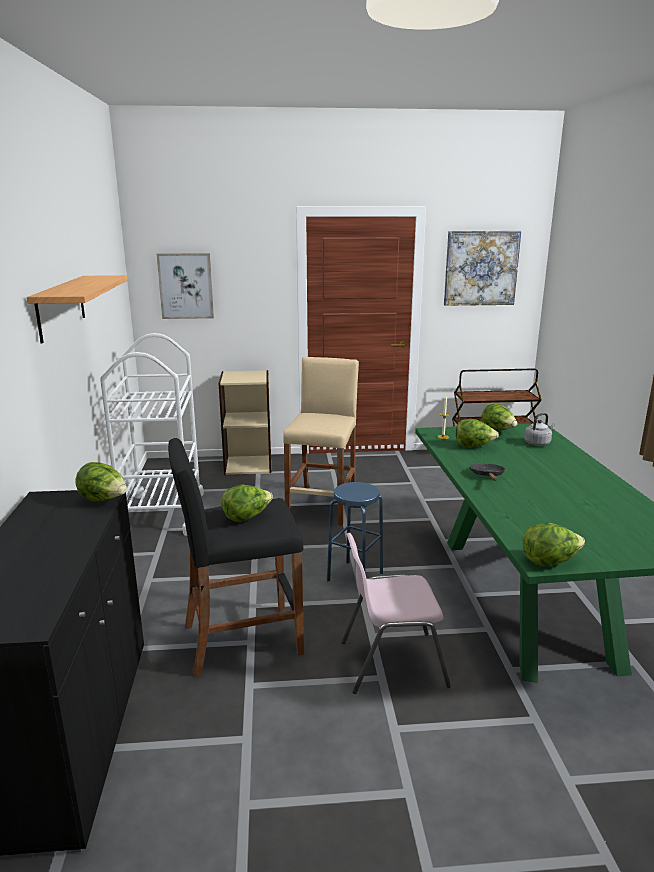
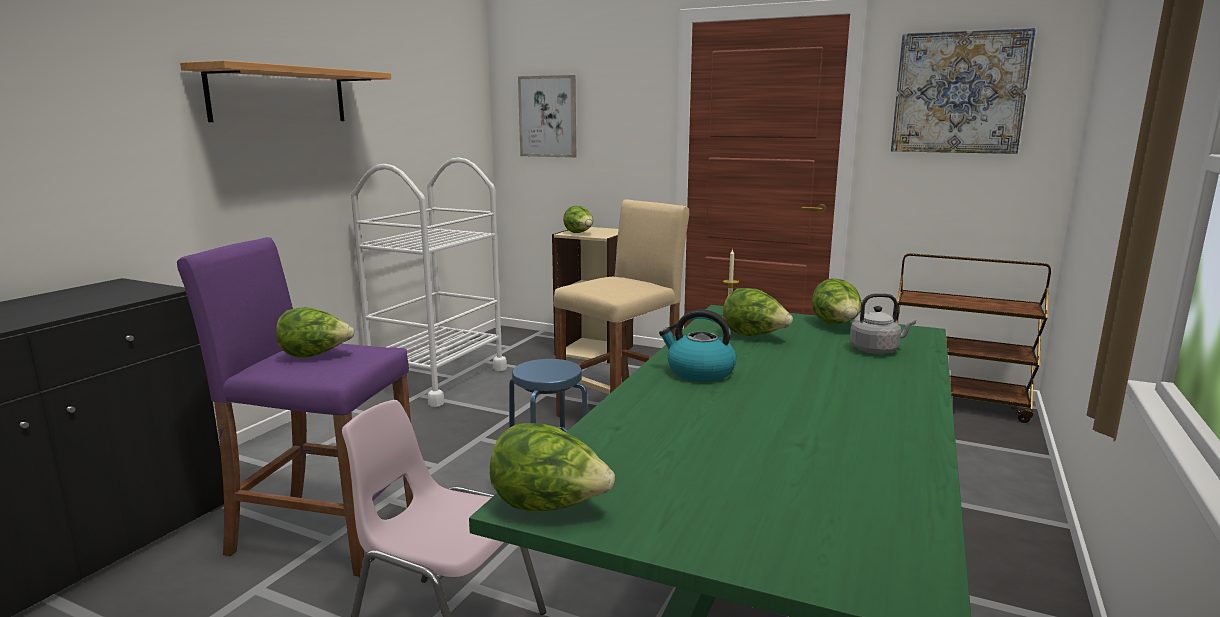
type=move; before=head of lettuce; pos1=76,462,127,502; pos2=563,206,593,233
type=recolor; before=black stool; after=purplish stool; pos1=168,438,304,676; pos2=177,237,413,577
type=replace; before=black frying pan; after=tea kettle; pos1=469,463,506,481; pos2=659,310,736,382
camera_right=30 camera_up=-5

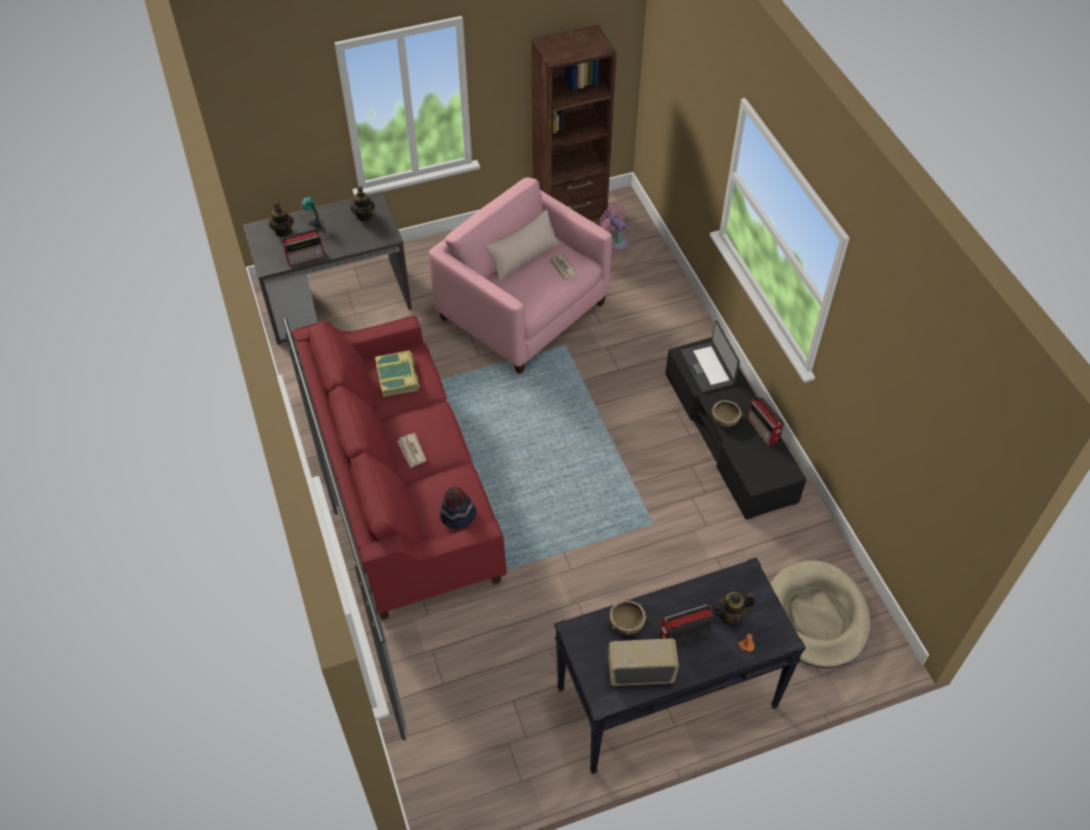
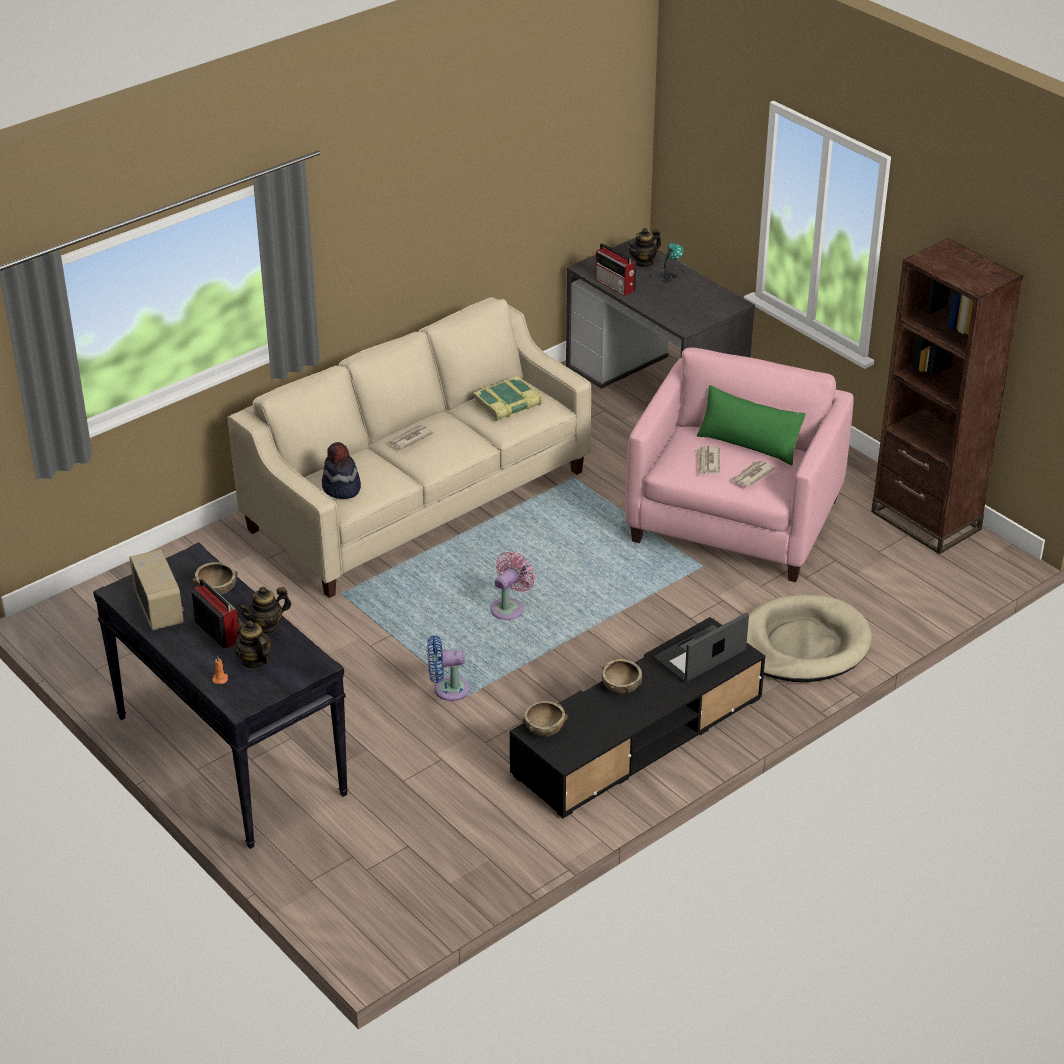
type=recolor; before=red-coloured sofa; after=sand-coloured sofa; pos1=292,316,507,620; pos2=228,297,591,598
type=move; before=tea pot; pos1=350,186,375,221; pos2=238,587,291,634
type=recolor; before=sand-coloured cushion; after=green cushion; pos1=485,209,560,282; pos2=697,385,806,465
type=move; before=pink cooling fan; pos1=599,204,628,251; pos2=490,551,535,620
type=delete; before=radio receiver; pos1=747,396,784,446
type=move; before=sand-coloured dog bed; pos1=770,560,870,668; pos2=747,594,872,682
type=insert; after=blue-coloured cooling fan; pos2=427,636,470,701
type=insert; after=brown-coloured deep dish; pos2=522,701,568,736
type=insert; after=newspaper; pos2=697,446,720,474
camera_right=70 camera_up=-15

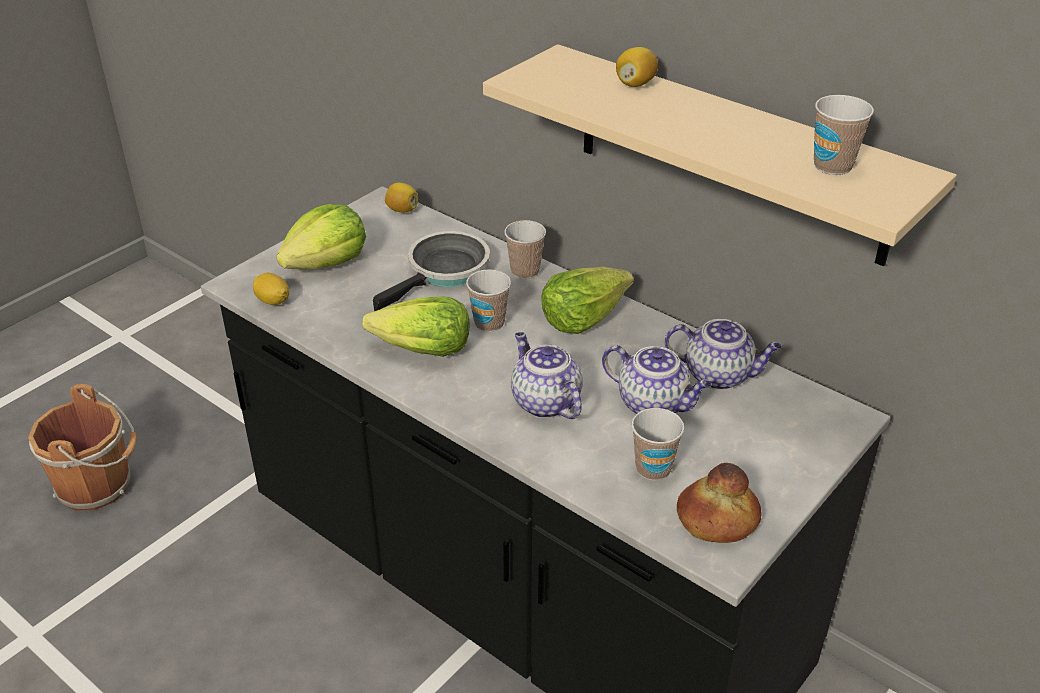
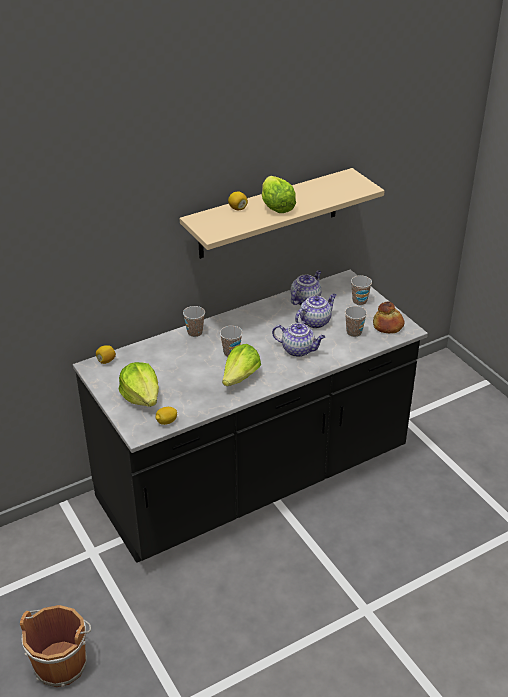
type=delete; before=frying pan; pos1=373,231,490,311
type=rotate; before=tea pot; pos1=511,332,583,419; pos2=272,323,325,357; turn=-150
type=move; before=head of lettuce; pos1=541,267,634,334; pos2=262,176,296,213
type=move; before=cup; pos1=814,95,874,175; pos2=351,275,372,305
camera_right=-70 camera_up=0

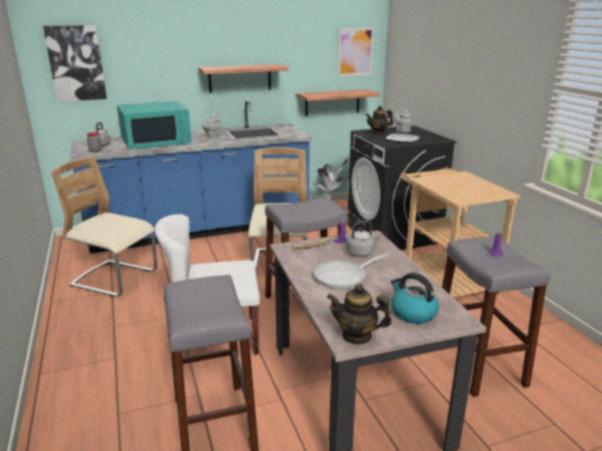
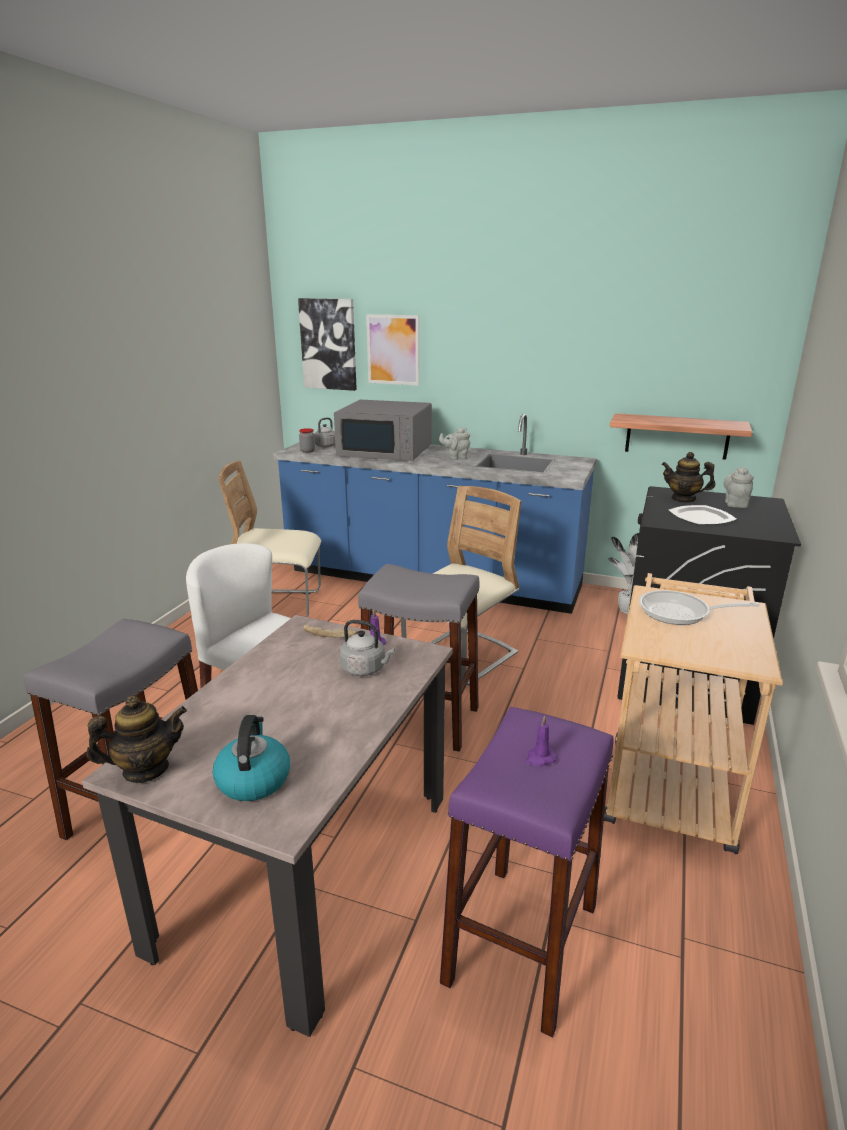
type=rotate; before=sand-coloured plain chair; pos1=52,157,157,297; pos2=218,461,321,617; turn=-60
type=recolor; before=turquoise-coloured microwave oven; after=gray microwave oven; pos1=117,101,192,149; pos2=334,400,432,461
type=delete; before=wall shelf; pos1=198,64,288,93
type=move; before=frying pan; pos1=314,253,388,289; pos2=639,590,760,625
type=rotate; before=tea pot; pos1=327,284,392,345; pos2=87,696,187,783; turn=105
type=move; before=wall picture; pos1=338,28,374,76; pos2=366,314,419,386
type=recolor; before=gray stool; after=purplish stool; pos1=442,236,550,397; pos2=440,707,614,1038
camera_right=40 camera_up=0

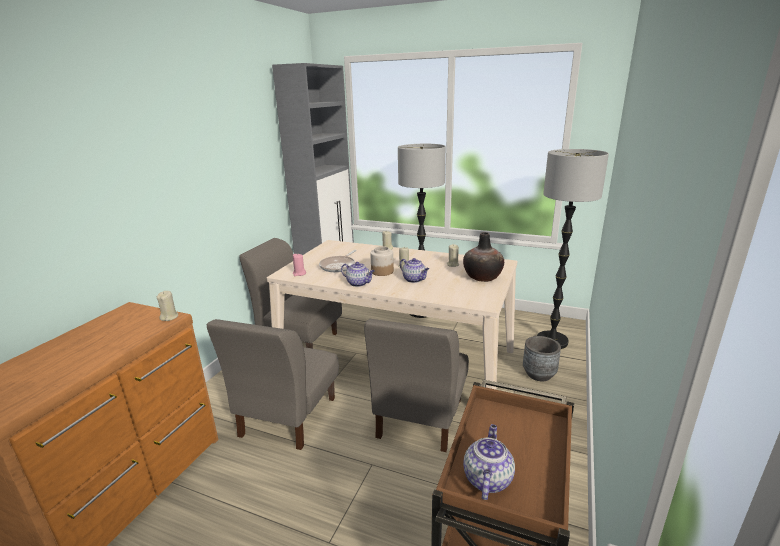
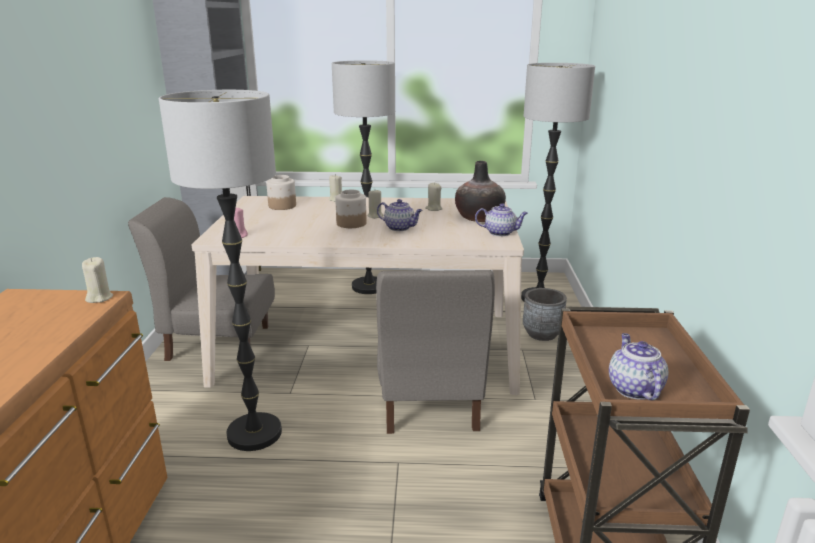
type=replace; before=gray plain chair; after=standard lamp; pos1=207,319,339,450; pos2=159,90,282,451
type=delete; before=frying pan; pos1=319,250,357,272
type=move; before=tea pot; pos1=341,262,375,287; pos2=475,203,528,236
type=insert; after=preserve jar; pos2=266,175,296,210
camera_right=-20 camera_up=0

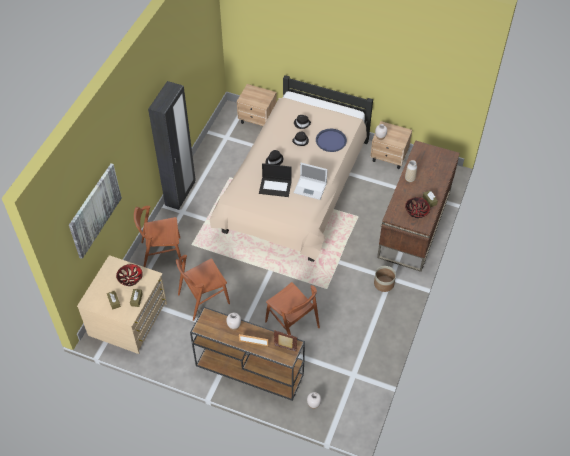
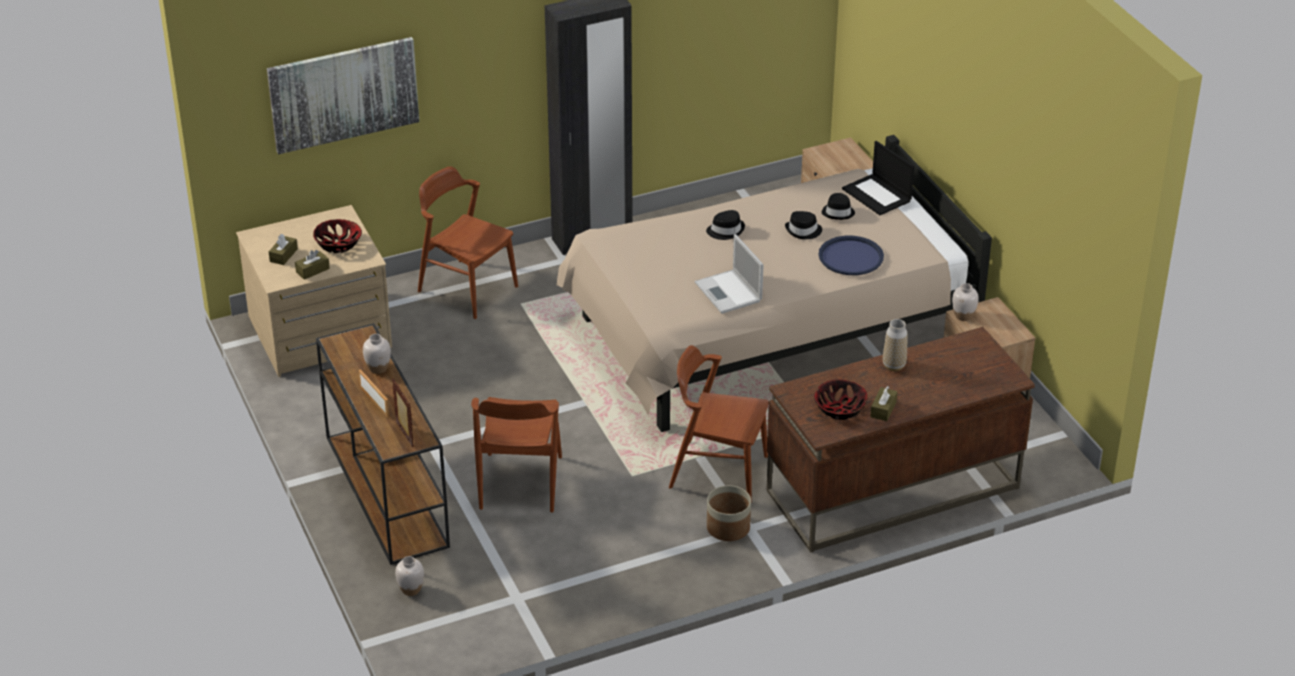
type=move; before=brown-coloured plain chair; pos1=176,255,230,321; pos2=669,345,769,503
type=move; before=portable computer; pos1=259,163,292,197; pos2=842,141,914,215
camera_right=45 camera_up=-15

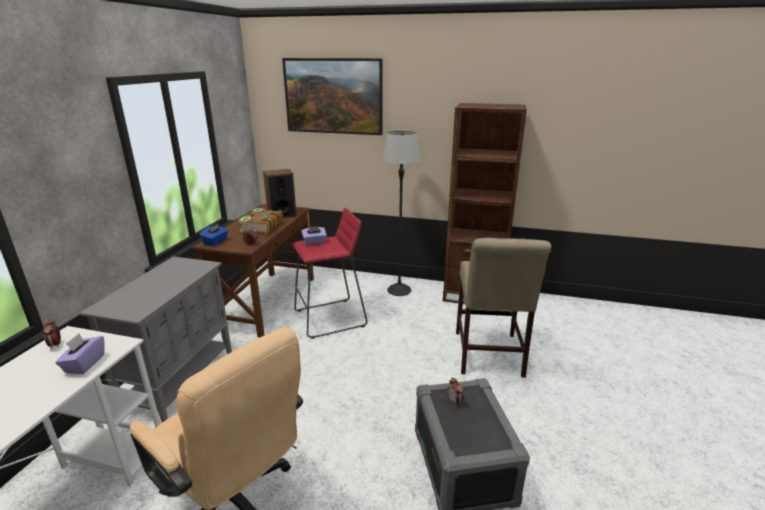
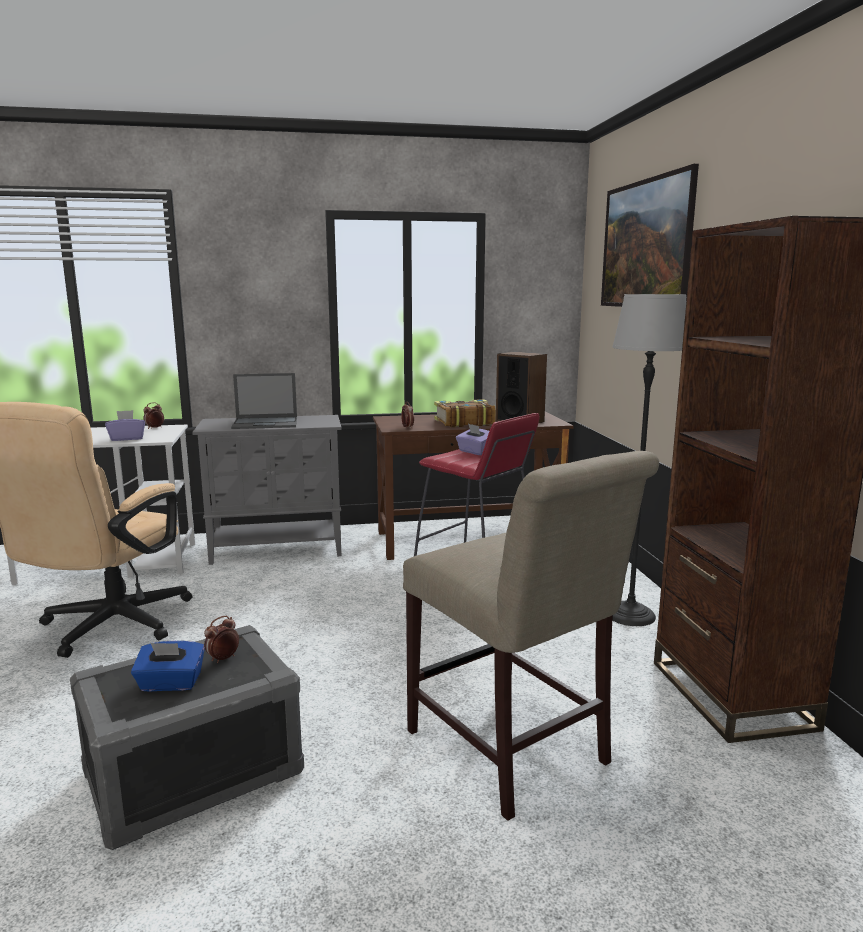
type=move; before=blue-coloured tissue box; pos1=200,223,228,246; pos2=131,641,205,691
type=rotate; before=sand-coloured plain chair; pos1=456,238,551,378; pos2=403,451,659,821; turn=-105
type=insert; after=portable computer; pos2=231,373,297,429
camera_right=65 camera_up=-10

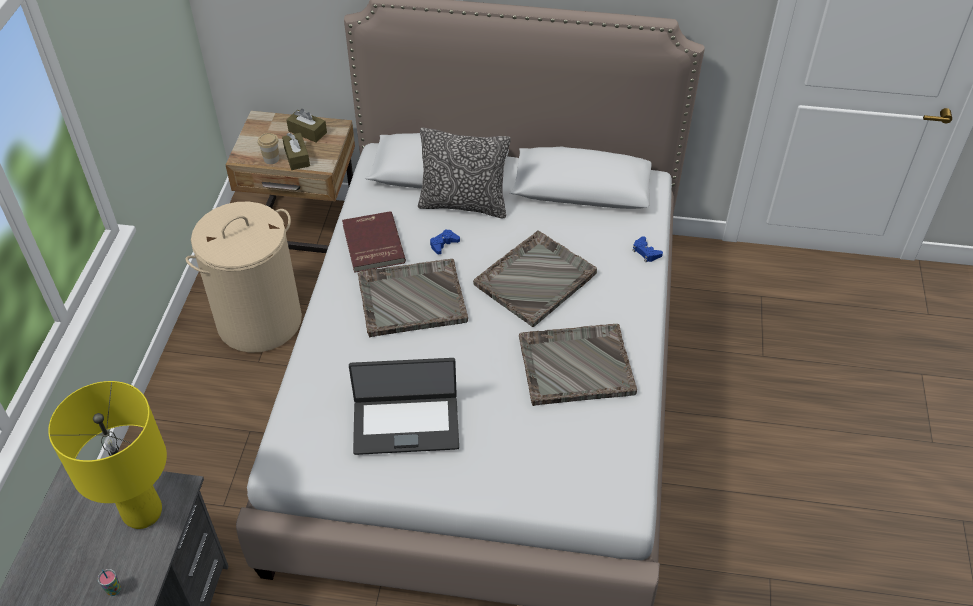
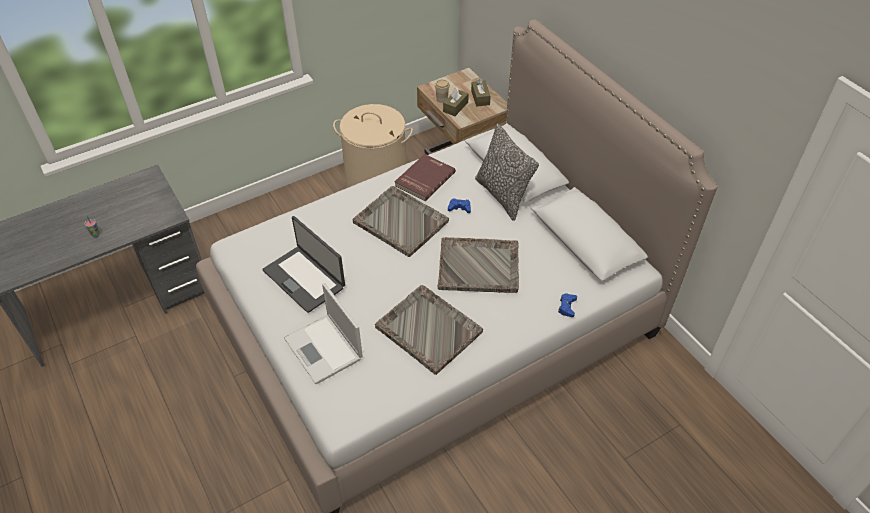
type=delete; before=yellow lamp for a table; pos1=48,381,167,529
type=insert; after=portable computer; pos2=284,283,363,384
camera_right=50 camera_up=0

